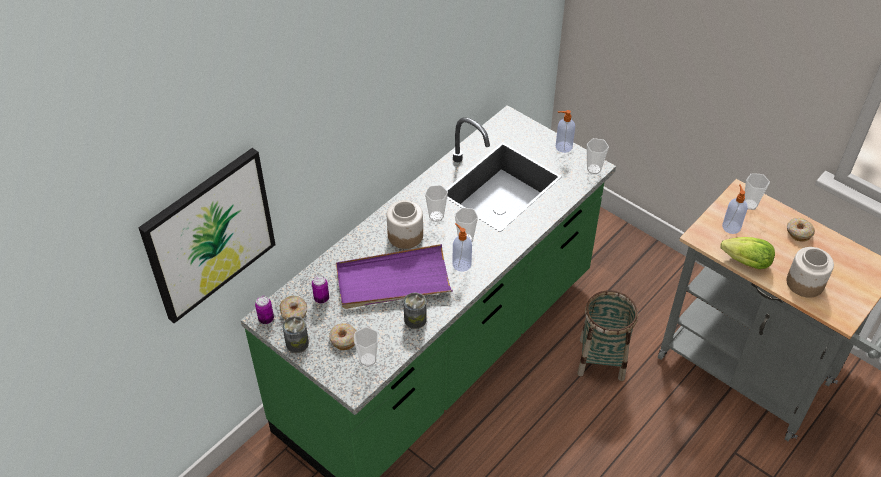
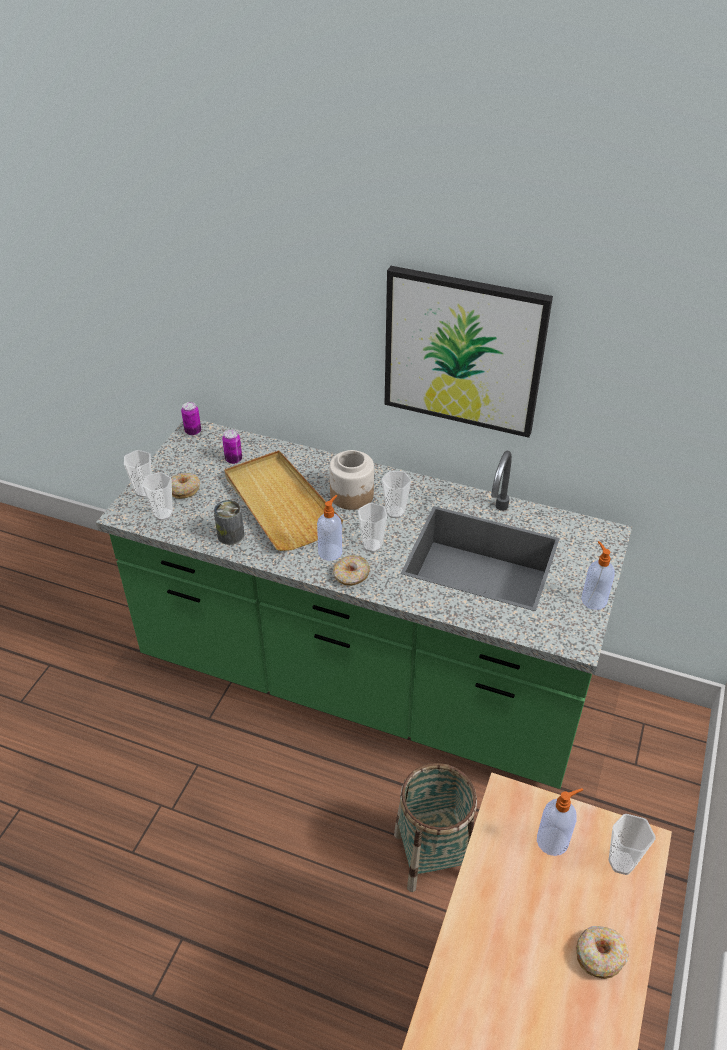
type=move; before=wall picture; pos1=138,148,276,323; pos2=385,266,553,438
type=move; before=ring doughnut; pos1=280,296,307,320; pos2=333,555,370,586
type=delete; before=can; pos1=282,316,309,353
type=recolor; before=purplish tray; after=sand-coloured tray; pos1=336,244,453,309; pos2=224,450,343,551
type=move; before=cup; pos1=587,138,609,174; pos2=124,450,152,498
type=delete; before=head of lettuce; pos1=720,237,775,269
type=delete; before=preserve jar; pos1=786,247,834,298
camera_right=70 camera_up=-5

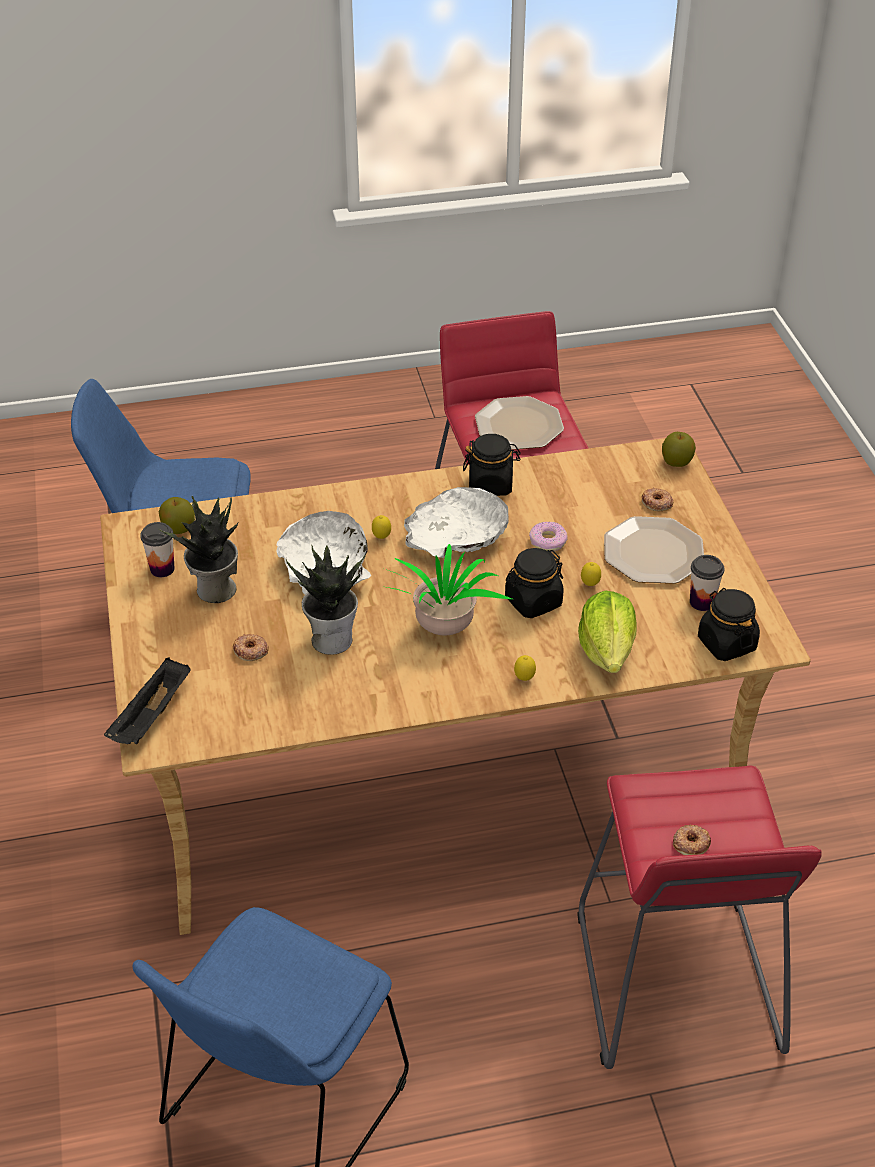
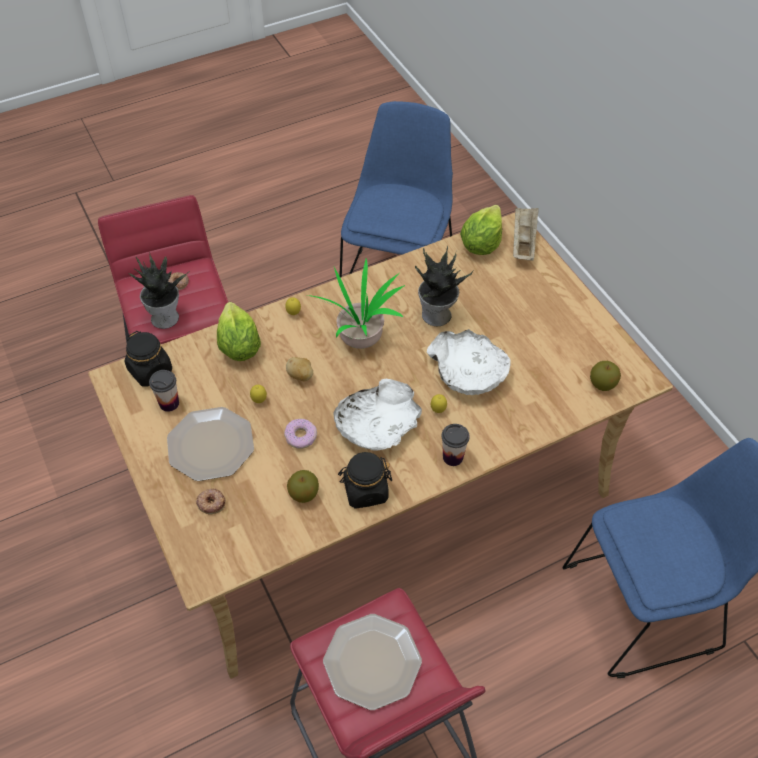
type=recolor; before=black tray; after=sand-coloured tray; pos1=104,657,191,744; pos2=513,208,539,261
type=move; before=cup; pos1=140,522,175,577; pos2=441,424,470,466
type=move; before=plant in a pot; pos1=159,496,239,603; pos2=129,252,189,329
type=delete; before=ring doughnut; pos1=232,634,269,661
type=replace; before=black preserve jar; after=spud; pos1=505,548,564,618; pos2=286,357,313,381
type=move; before=apple fruit; pos1=662,432,696,467; pos2=287,470,319,503
type=insert; after=head of lettuce; pos2=460,205,502,255
camera_right=165 camera_up=10

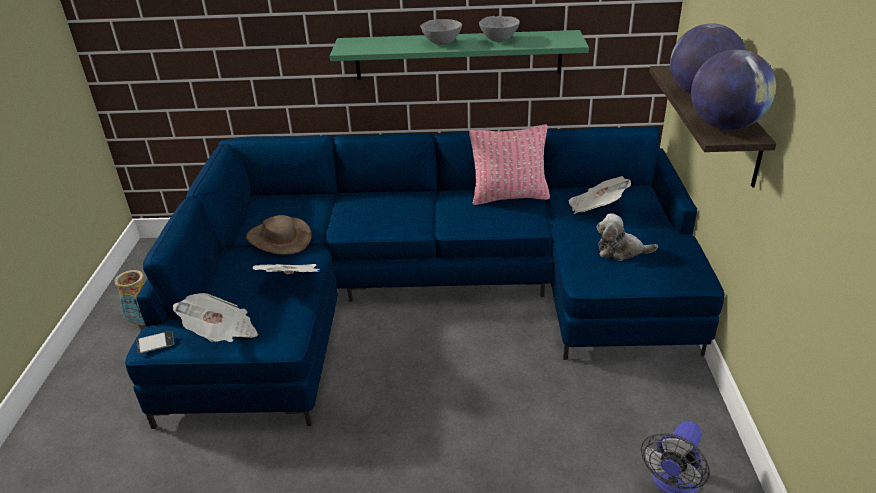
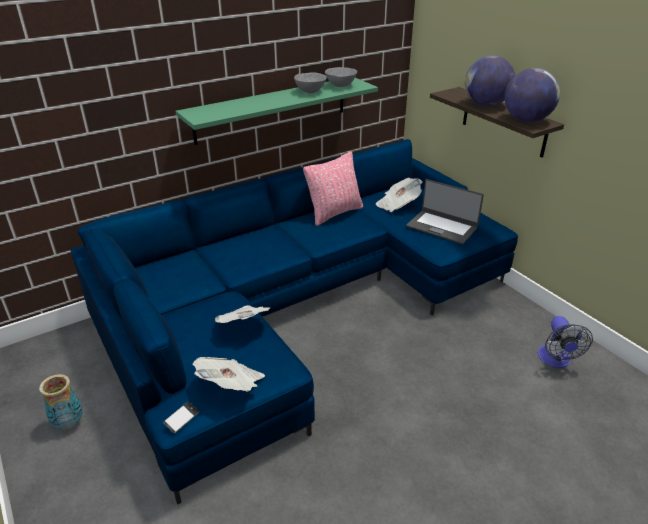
type=delete; before=brown-coloured hat; pos1=246,215,312,255
type=move; before=gray deep dish; pos1=420,19,462,45; pos2=325,67,357,87
type=replace; before=plush toy; after=portable computer; pos1=597,213,658,261; pos2=406,179,484,244
camera_right=-35 camera_up=0

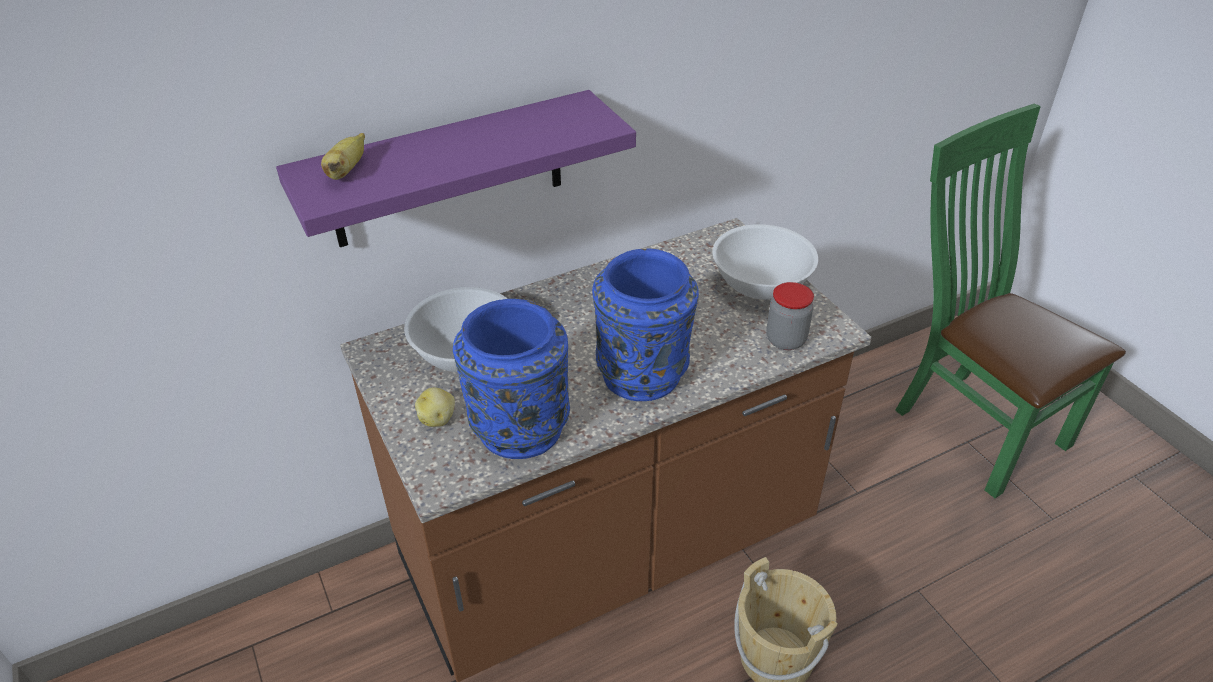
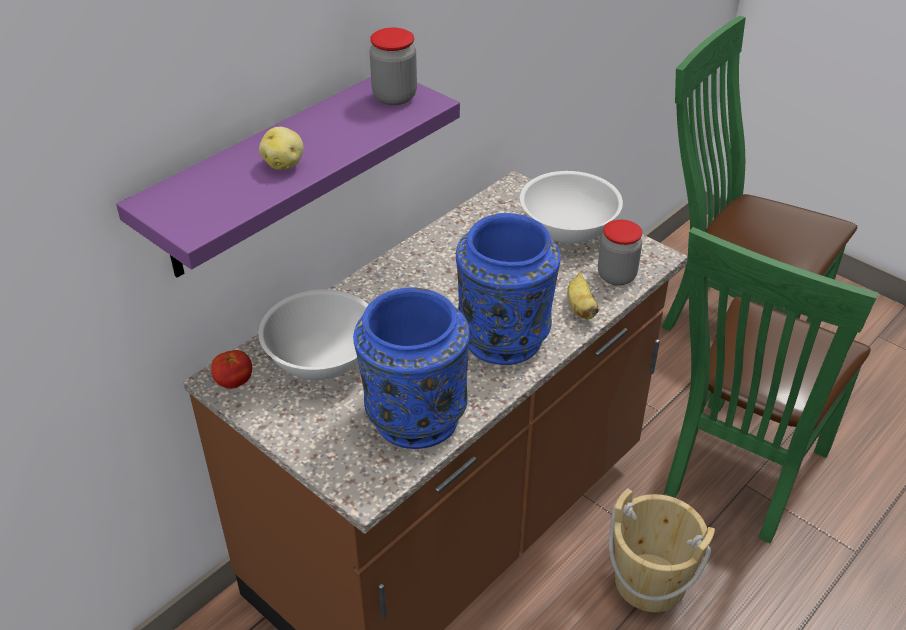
type=move; before=whole banana; pos1=321,133,365,180; pos2=567,273,599,319
type=move; before=spud; pos1=415,387,455,427; pos2=259,127,304,170
type=insert; after=whole tomato; pos2=211,350,252,389
type=insert; after=preserve jar; pos2=370,28,417,105
type=insert; after=green plain chair; pos2=664,227,879,543
camera_right=-20 camera_up=0

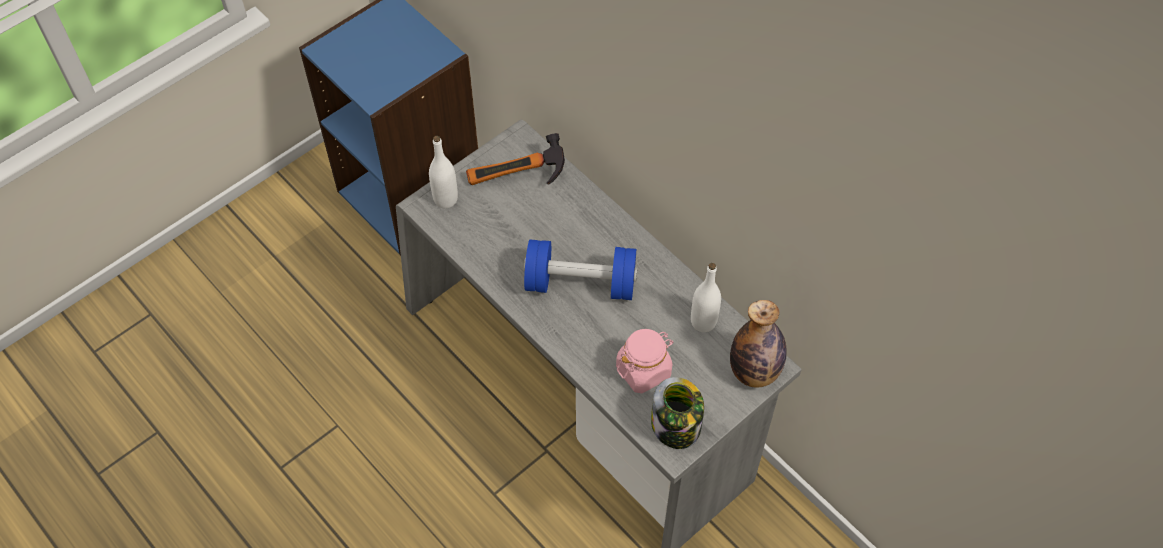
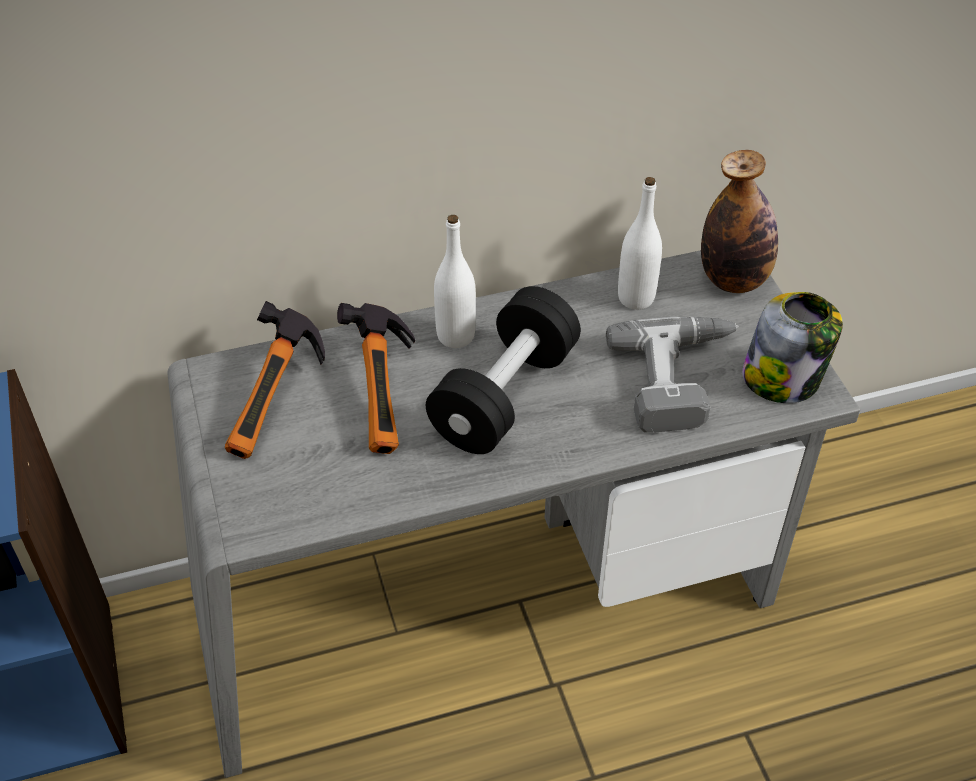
type=move; before=whitish drink bottle; pos1=429,136,458,208; pos2=434,215,476,348
type=recolor; before=blue-coloured dumbbell; after=black dumbbell; pos1=524,240,637,300; pos2=426,286,581,454
type=replace; before=pink preserve jar; after=power drill; pos1=616,329,673,393; pos2=606,317,739,433
type=insert; after=hammer; pos2=337,303,416,454
camera_right=-65 camera_up=-10

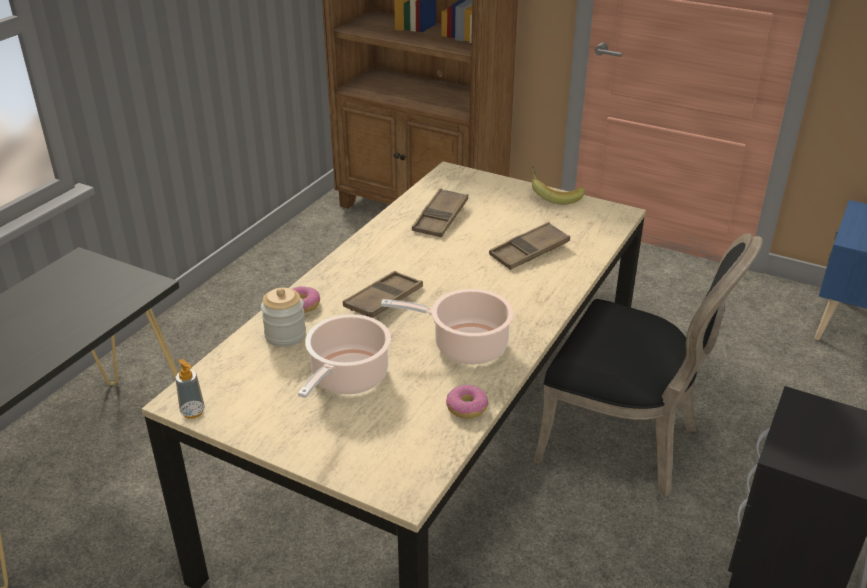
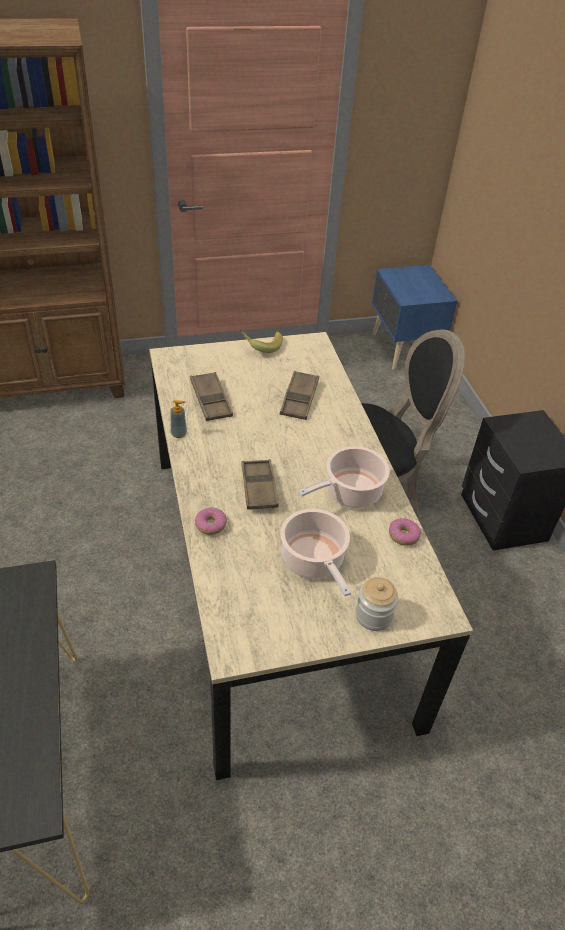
type=move; before=soap dispenser; pos1=175,359,205,419; pos2=171,400,187,438
type=move; before=preserve jar; pos1=261,288,306,347; pos2=355,577,398,631
camera_right=-45 camera_up=10

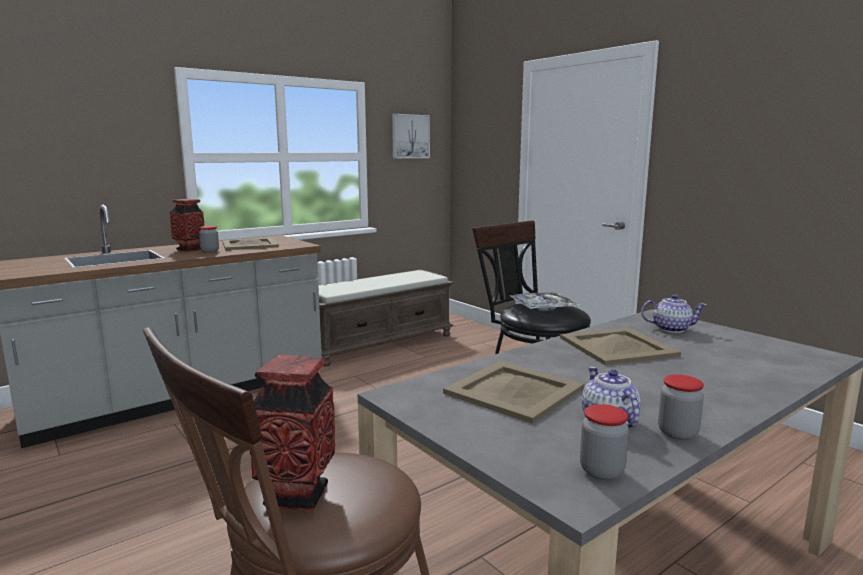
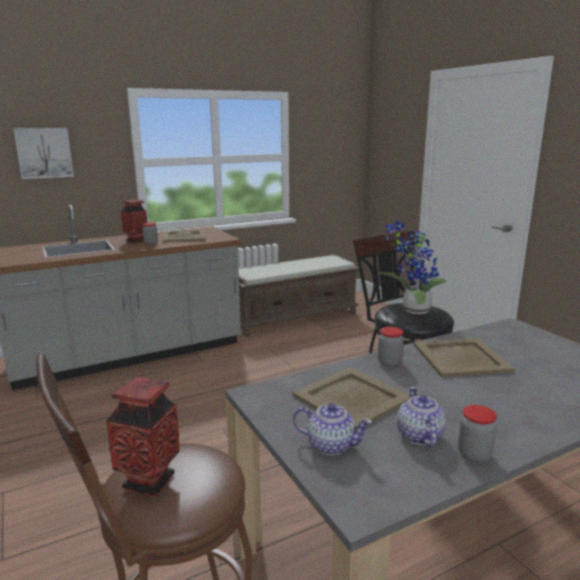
type=move; before=wall picture; pos1=392,114,430,158; pos2=13,128,74,179
type=replace; before=tray; after=plant in a pot; pos1=510,292,580,311; pos2=378,221,447,315
type=move; before=preserve jar; pos1=580,404,629,480; pos2=378,327,404,367
type=move; before=tea pot; pos1=641,294,707,333; pos2=293,403,372,455
camera_right=10 camera_up=5

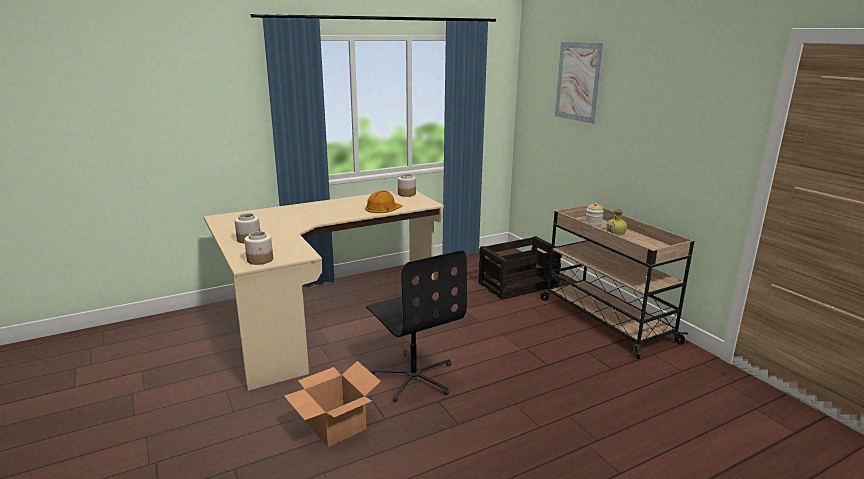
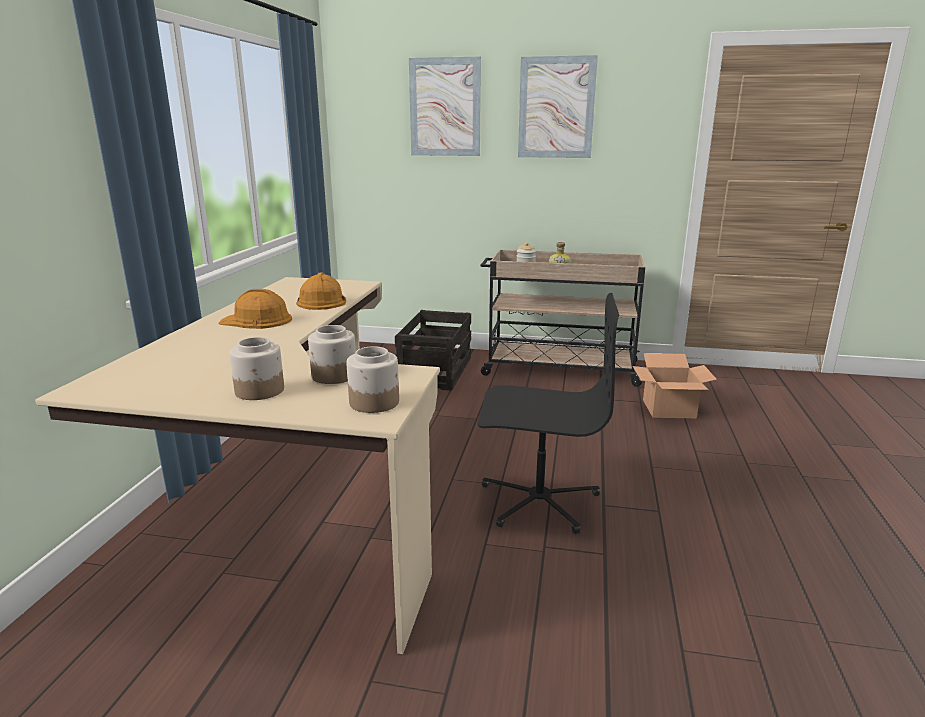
type=move; before=carton; pos1=284,361,381,447; pos2=633,353,717,418
type=move; before=preserve jar; pos1=398,174,416,197; pos2=308,325,356,384
type=insert; after=orangey work helmet; pos2=218,289,292,329
type=insert; after=wall picture; pos2=518,55,598,158
camera_right=-50 camera_up=0

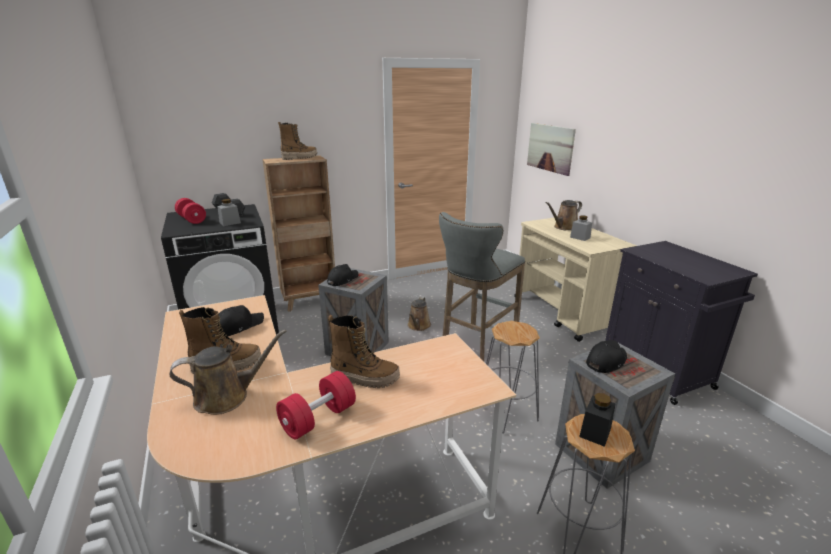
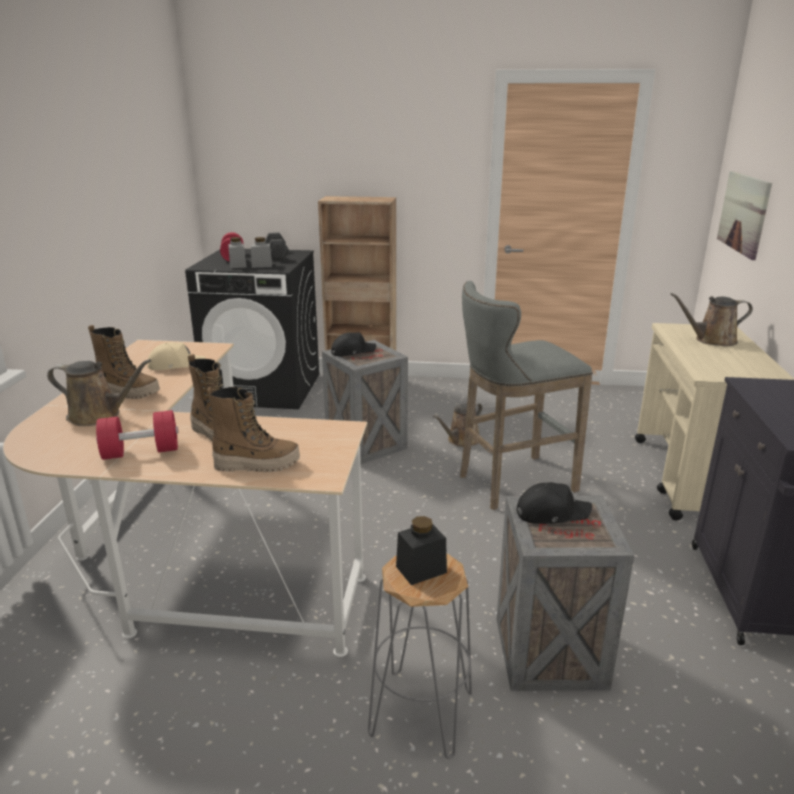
type=recolor; before=black peaked cap; after=sand-coloured peaked cap; pos1=219,305,264,336; pos2=147,342,205,370
type=move; before=high-top boot; pos1=278,122,317,160; pos2=207,387,300,472
type=delete; before=gray stool; pos1=486,321,540,434
type=move; before=gray preserve jar; pos1=570,215,592,241; pos2=228,237,246,268
camera_right=30 camera_up=0

